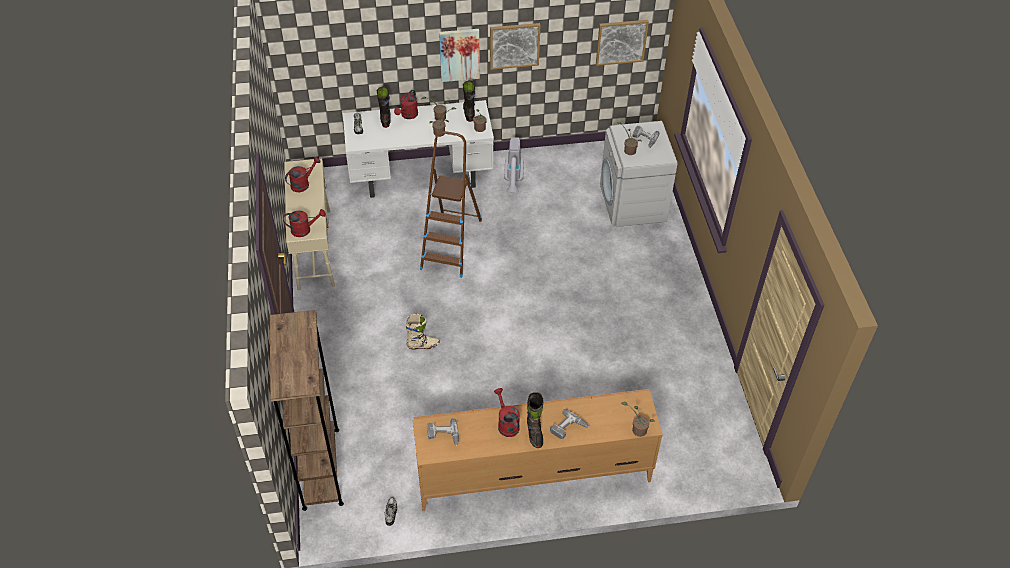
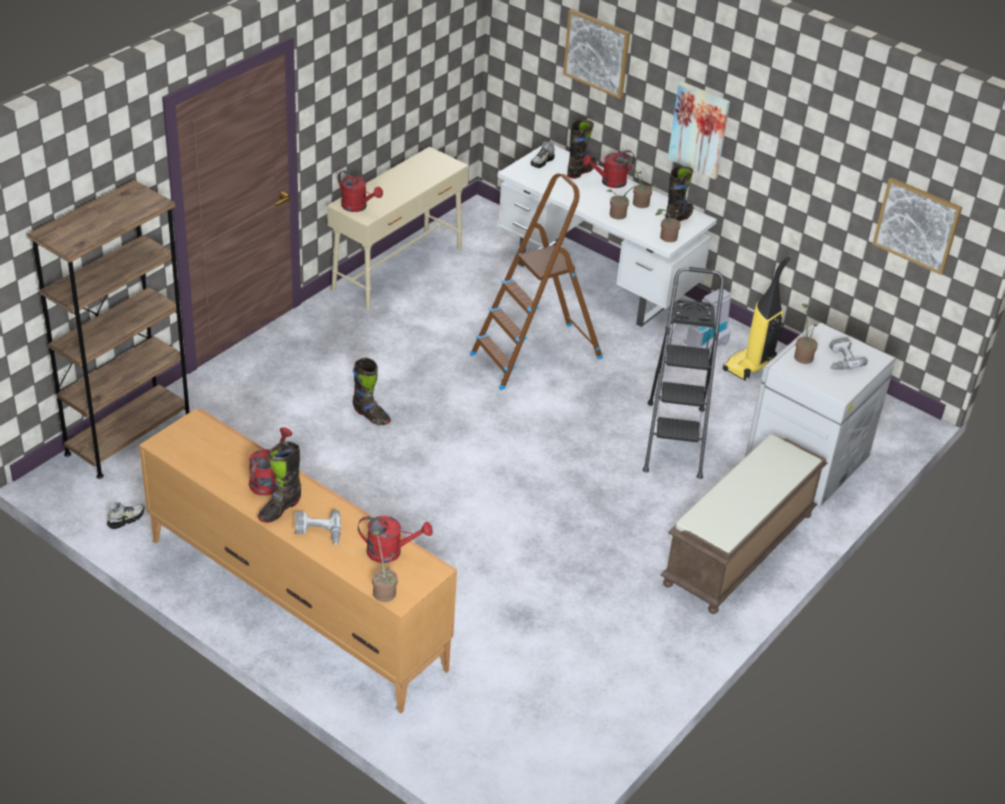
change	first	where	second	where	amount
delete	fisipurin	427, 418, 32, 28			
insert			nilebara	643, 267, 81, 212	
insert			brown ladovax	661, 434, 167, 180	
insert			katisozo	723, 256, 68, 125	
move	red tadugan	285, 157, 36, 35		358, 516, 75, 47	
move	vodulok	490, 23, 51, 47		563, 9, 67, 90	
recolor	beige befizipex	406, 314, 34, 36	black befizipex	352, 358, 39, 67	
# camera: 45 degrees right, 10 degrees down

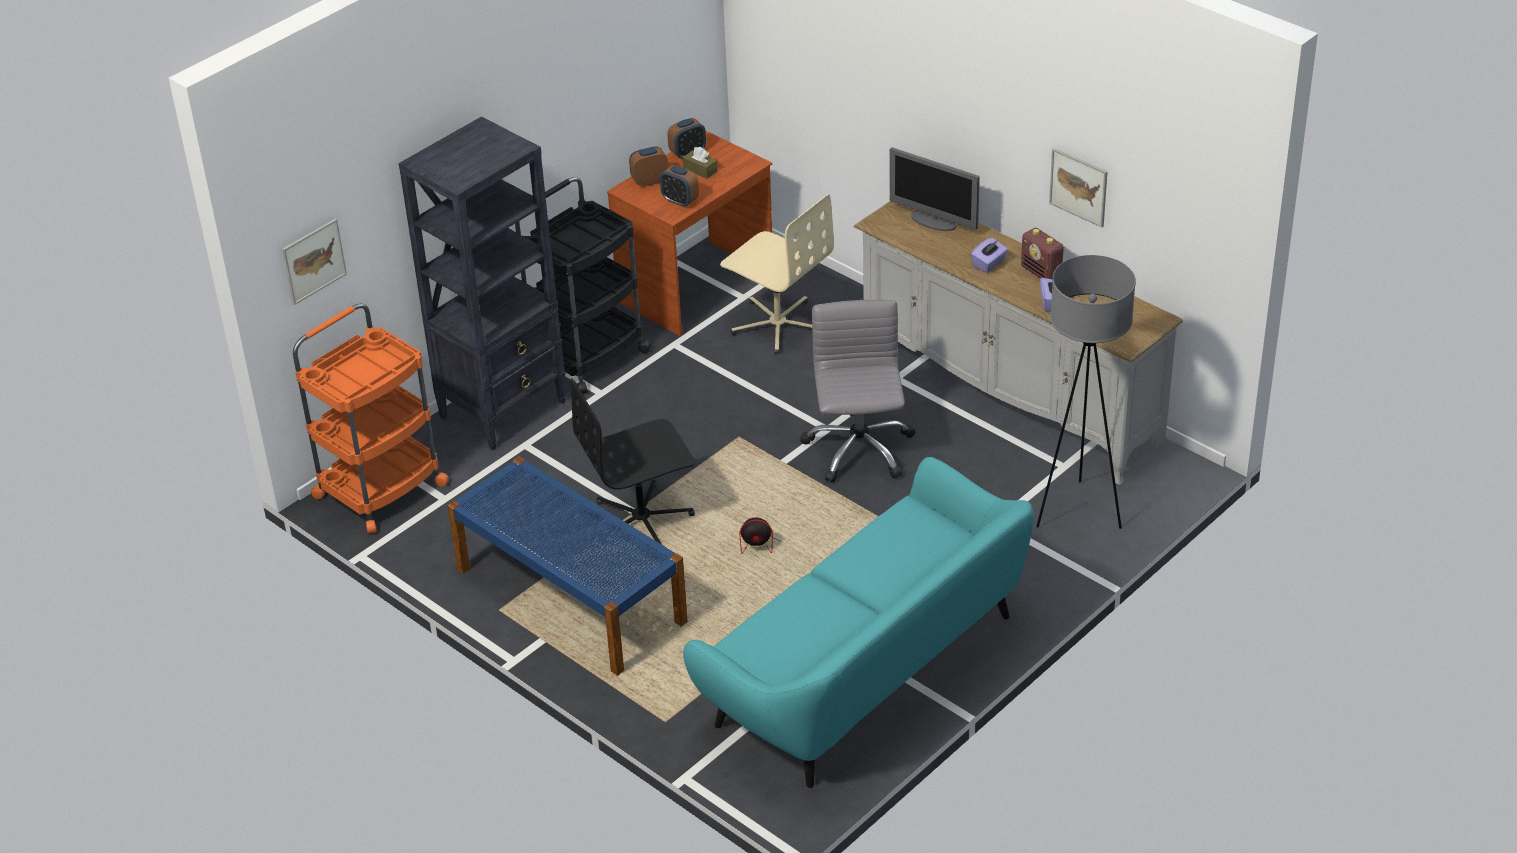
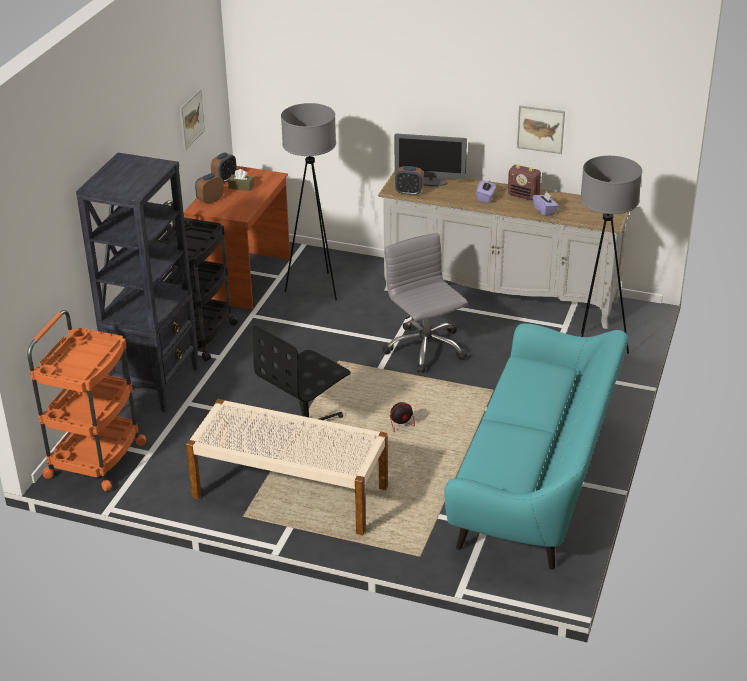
change	first	where	second	where	amount
move	vodulok	282, 219, 65, 86		180, 89, 25, 61	
move	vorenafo	660, 165, 39, 42		395, 166, 29, 30	
replace	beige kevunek	720, 194, 114, 160	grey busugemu	281, 103, 56, 197	
recolor	blue ladovax	448, 456, 240, 220	beige ladovax	186, 399, 202, 136	
# camera: 25 degrees left, 5 degrees down

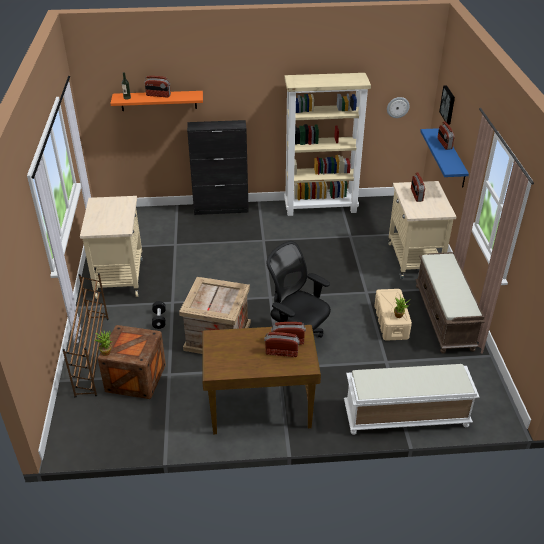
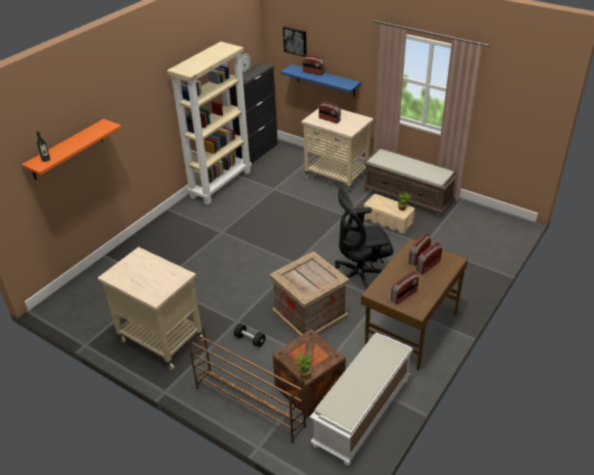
change	first	where	second	where	amount
move	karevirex	144, 76, 27, 22		391, 271, 28, 33	
move	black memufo	187, 120, 62, 95		229, 62, 49, 101	
move	white ladovax	344, 364, 135, 71		310, 333, 103, 133	
# camera: 50 degrees left, 0 degrees up

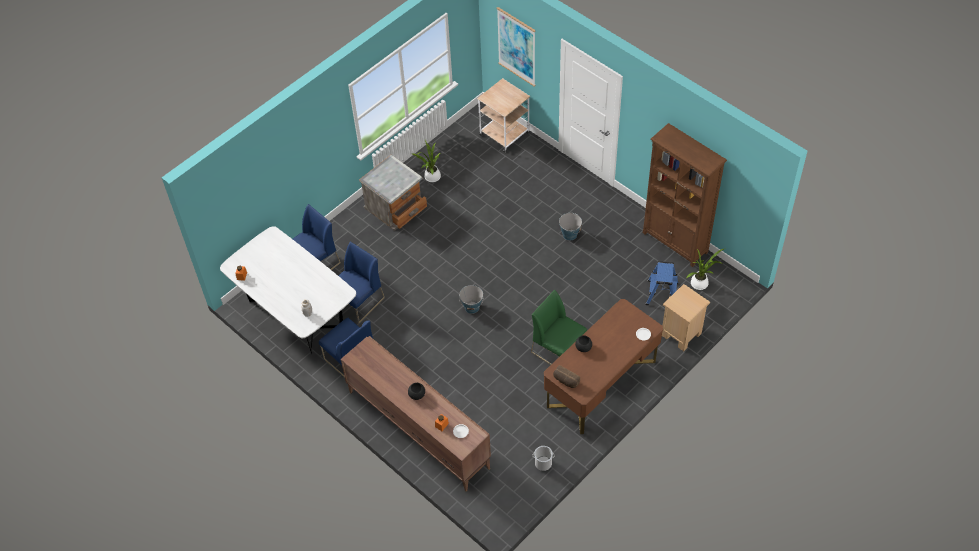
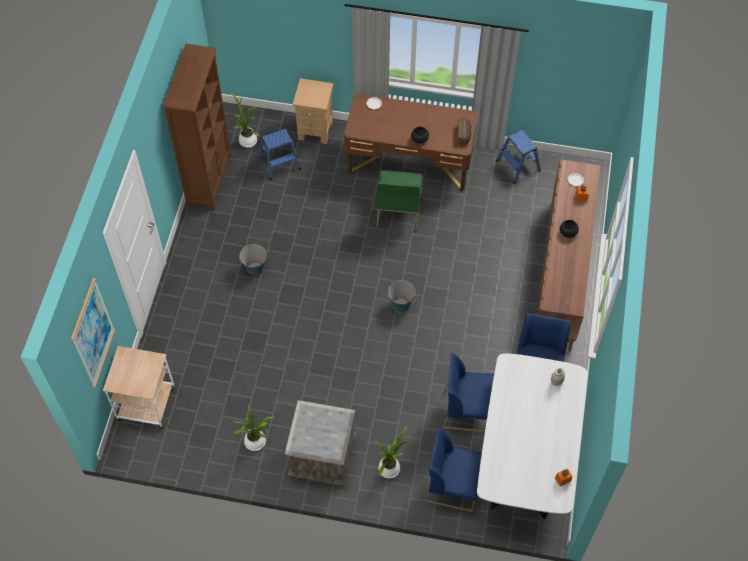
change	first	where	second	where	amount
insert			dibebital	374, 426, 39, 52	
replace	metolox	533, 446, 21, 25	blue nilebara	496, 129, 45, 55	
# camera: 125 degrees left, 5 degrees up

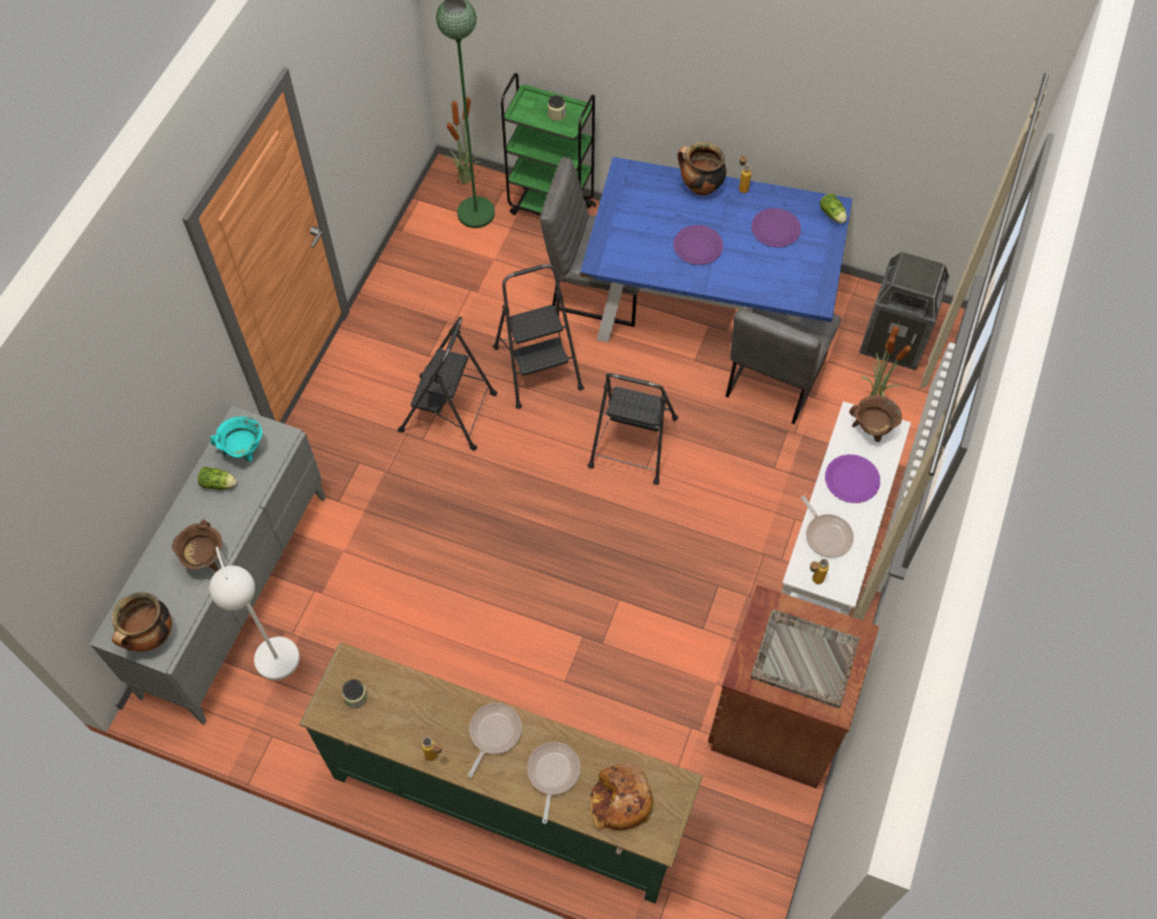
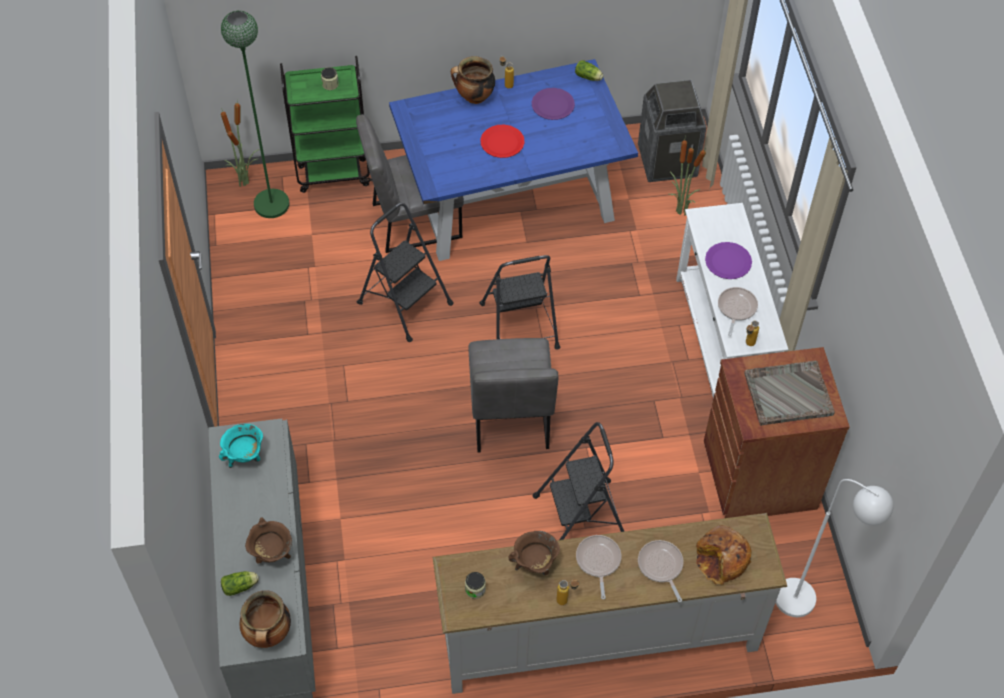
change	first	where	second	where	amount
move	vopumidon	198, 467, 39, 23		221, 571, 38, 25	
move	white busugemu	209, 547, 91, 133		776, 479, 118, 138	
move	black nilebara	398, 317, 99, 134		533, 422, 92, 118	
move	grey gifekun	725, 308, 116, 116		468, 338, 90, 115	
move	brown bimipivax	849, 395, 53, 47		508, 531, 52, 45	
recolor	green memufo	299, 642, 404, 262	grey memufo	432, 513, 355, 181	
recolor	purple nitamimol	673, 225, 50, 40	red nitamimol	480, 125, 45, 33	
rotate	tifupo	801, 496, 53, 62		718, 287, 40, 49	105 degrees counterclockwise
# camera: 30 degrees left, 5 degrees down

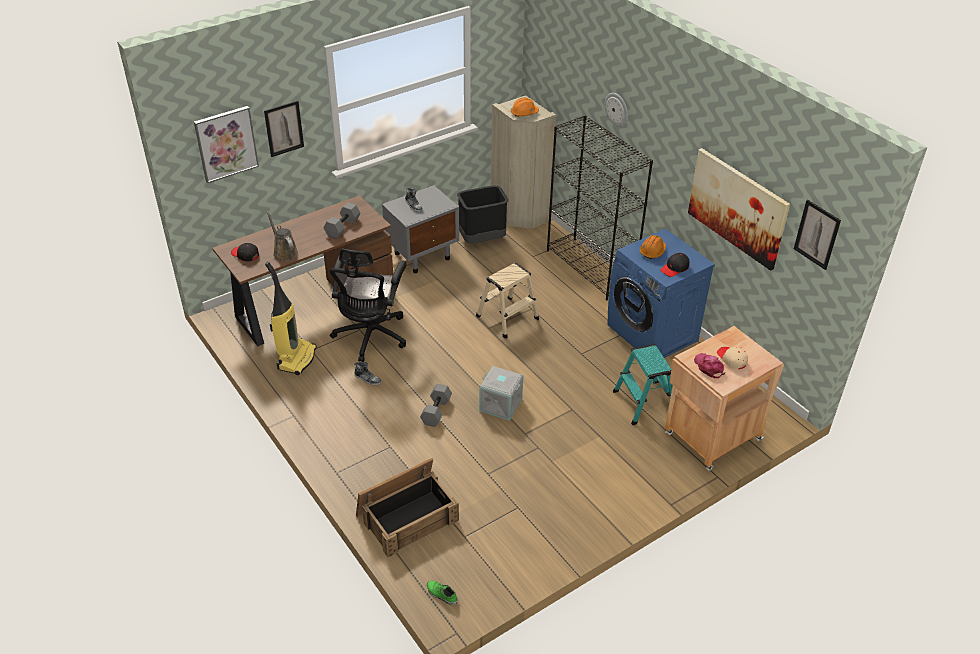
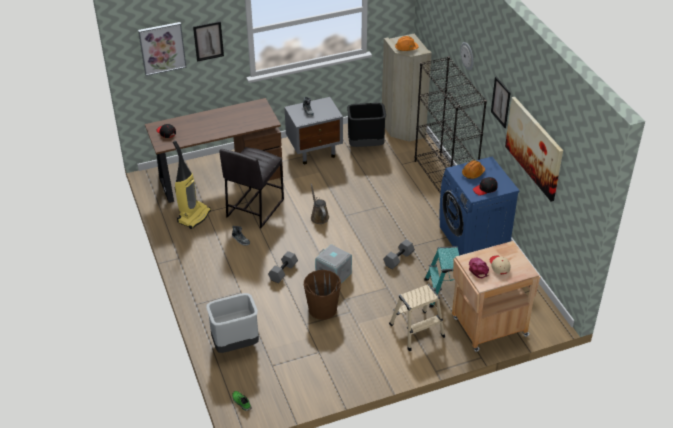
change	first	where	second	where	amount
insert			brown metolox	304, 270, 37, 50	
move	brown tadugan	266, 210, 32, 51		311, 184, 18, 40	
move	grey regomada	323, 202, 37, 37		383, 240, 32, 29	
move	beige nilebara	476, 262, 63, 77		389, 284, 56, 67	
move	vodulok	794, 200, 47, 70		491, 77, 20, 51	
replace	kevunek	330, 248, 76, 114	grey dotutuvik	219, 147, 65, 81	
replace	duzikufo	356, 458, 103, 99	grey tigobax	206, 293, 53, 60	
# camera: 15 degrees right, 0 degrees up

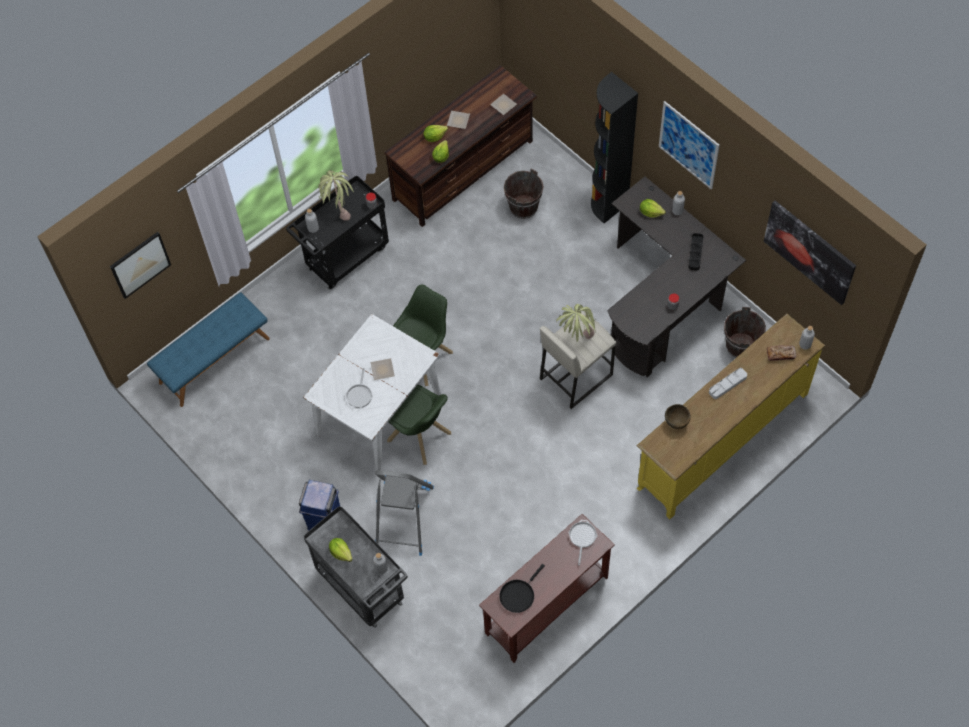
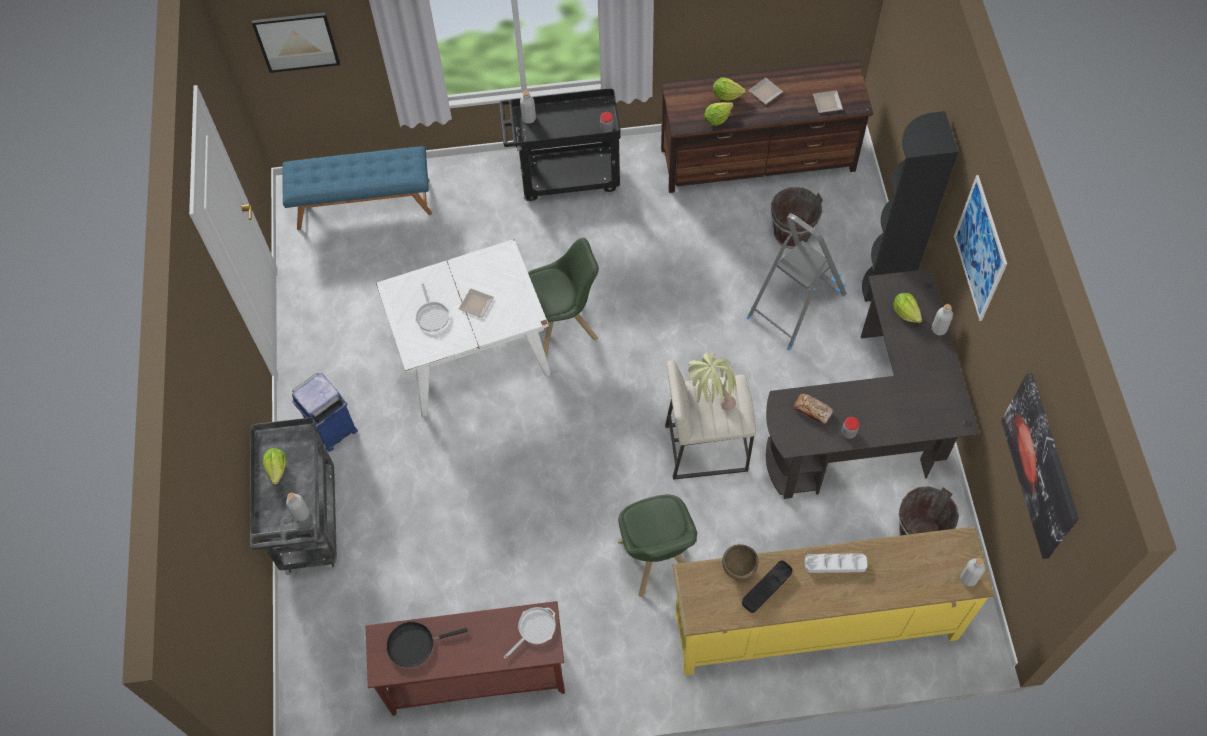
change	first	where	second	where	amount
delete	dibebital	318, 170, 36, 51			
move	grey nilebara	375, 470, 59, 86		747, 213, 100, 138	
move	green gifekun	387, 385, 64, 80		618, 494, 79, 104	
move	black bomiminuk	689, 233, 15, 37		742, 561, 51, 52	
move	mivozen	767, 345, 29, 16		793, 394, 40, 30	
rotate	tifupo	345, 368, 28, 41		415, 284, 35, 49	60 degrees counterclockwise
# camera: 35 degrees right, 0 degrees up

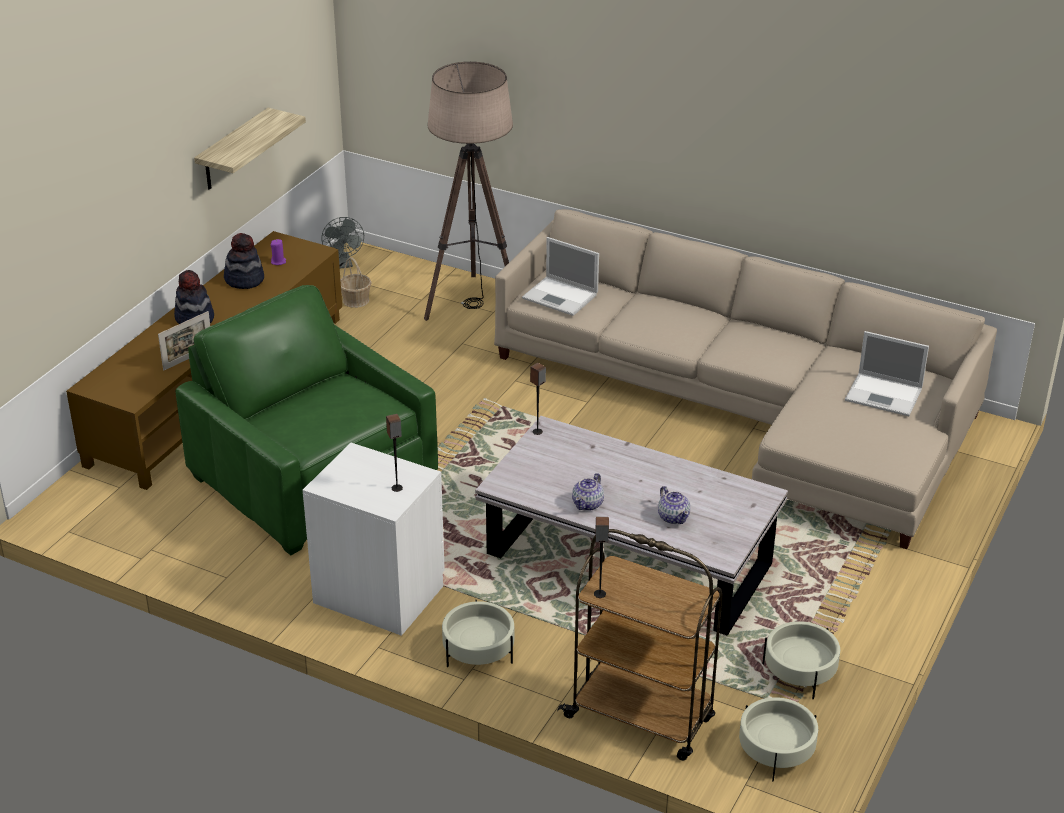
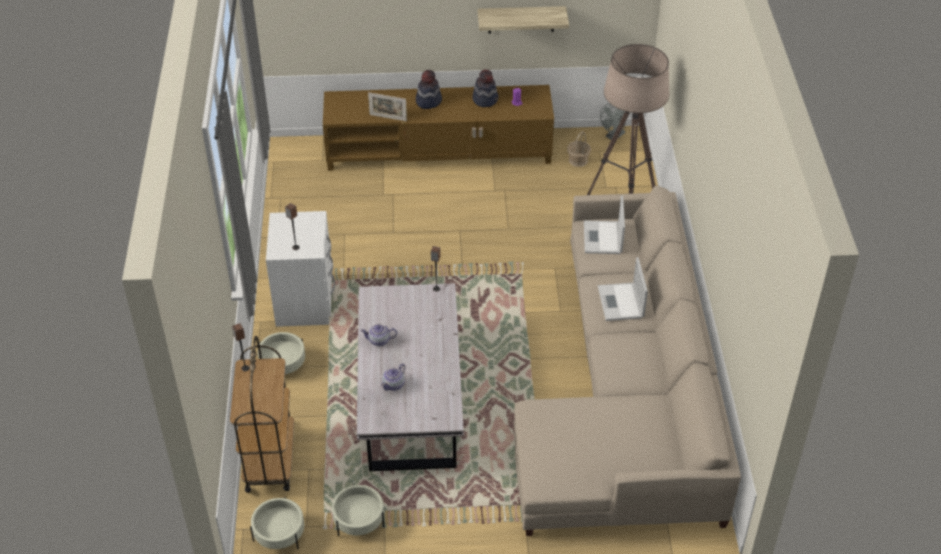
change	first	where	second	where	amount
delete	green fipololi	175, 285, 263, 270			
move	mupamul	845, 331, 84, 85		598, 257, 50, 64	
# camera: 60 degrees right, 10 degrees up

